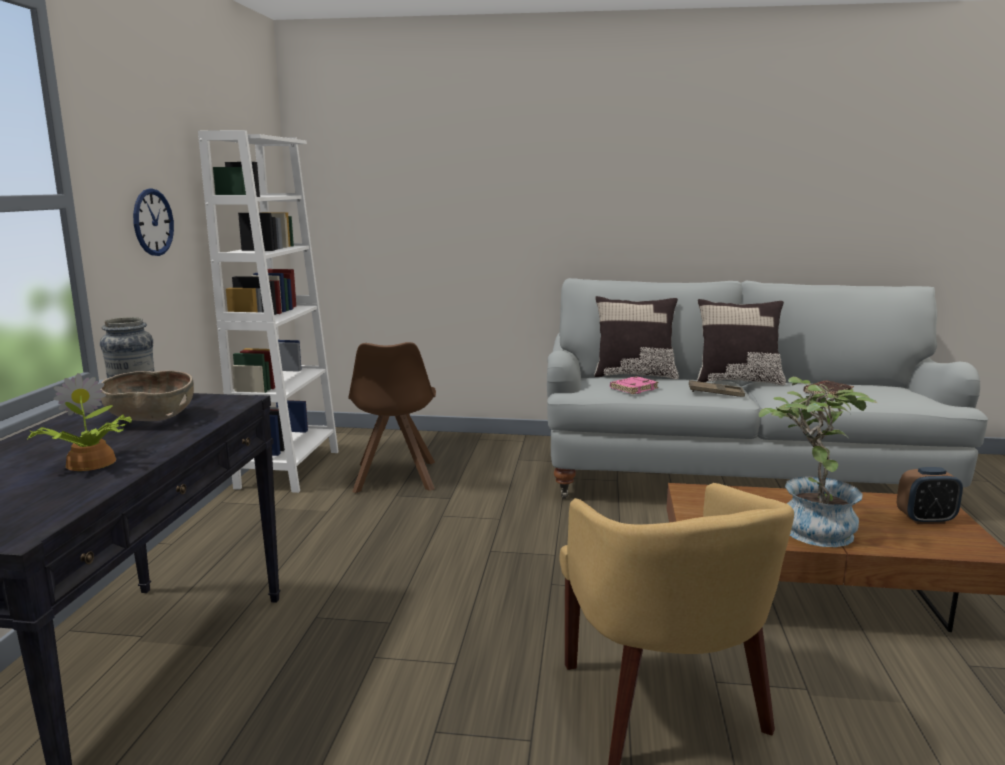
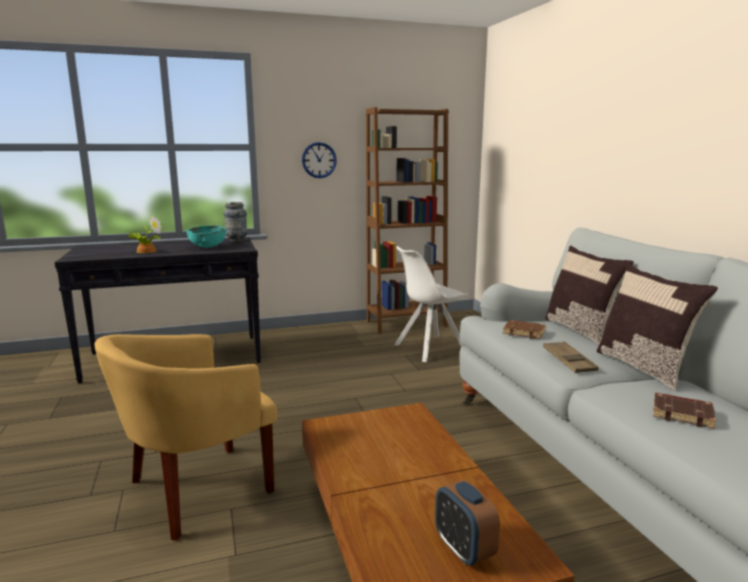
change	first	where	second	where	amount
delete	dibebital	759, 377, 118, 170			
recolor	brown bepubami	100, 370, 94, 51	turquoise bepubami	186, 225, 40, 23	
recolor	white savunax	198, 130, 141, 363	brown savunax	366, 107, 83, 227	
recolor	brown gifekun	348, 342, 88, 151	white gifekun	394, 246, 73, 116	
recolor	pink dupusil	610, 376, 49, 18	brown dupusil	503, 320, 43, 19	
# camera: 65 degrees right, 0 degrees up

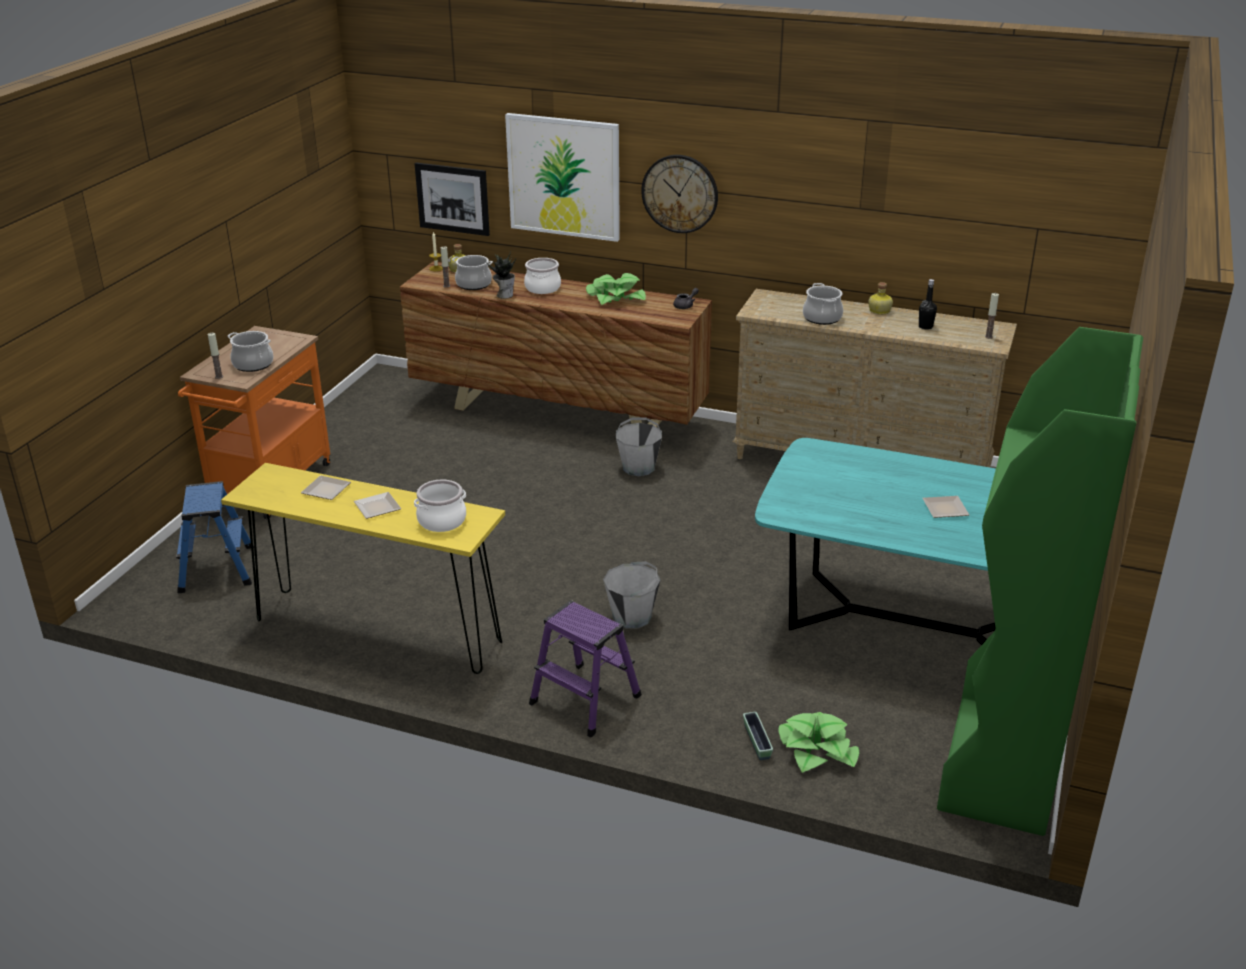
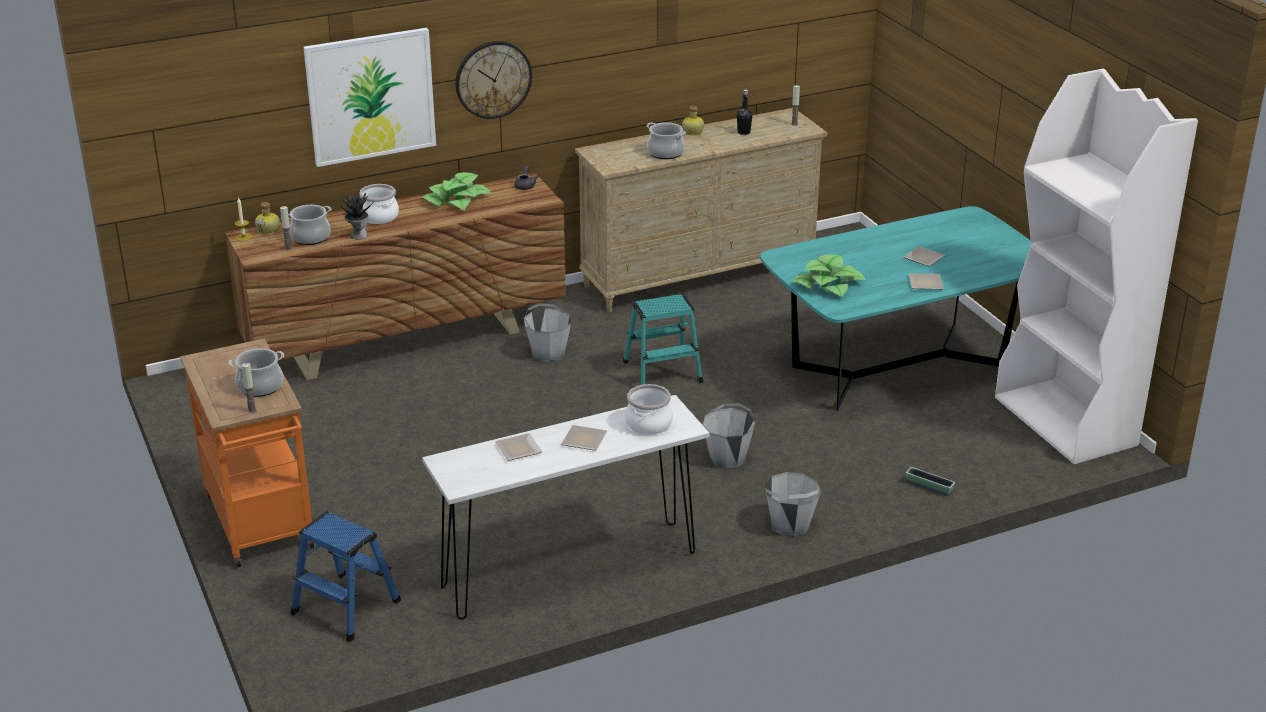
change	first	where	second	where	amount
delete	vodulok	414, 163, 76, 73			
insert			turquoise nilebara	623, 293, 80, 92	
insert			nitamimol	908, 273, 36, 16	
move	dibebital	779, 712, 80, 61		791, 254, 75, 43	
replace	purple nilebara	529, 600, 113, 138	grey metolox	764, 472, 57, 65	
recolor	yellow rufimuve	221, 463, 284, 211	white rufimuve	422, 395, 288, 225	
recolor	green savunax	937, 327, 206, 509	white savunax	995, 68, 203, 396	
# camera: 45 degrees left, 0 degrees up

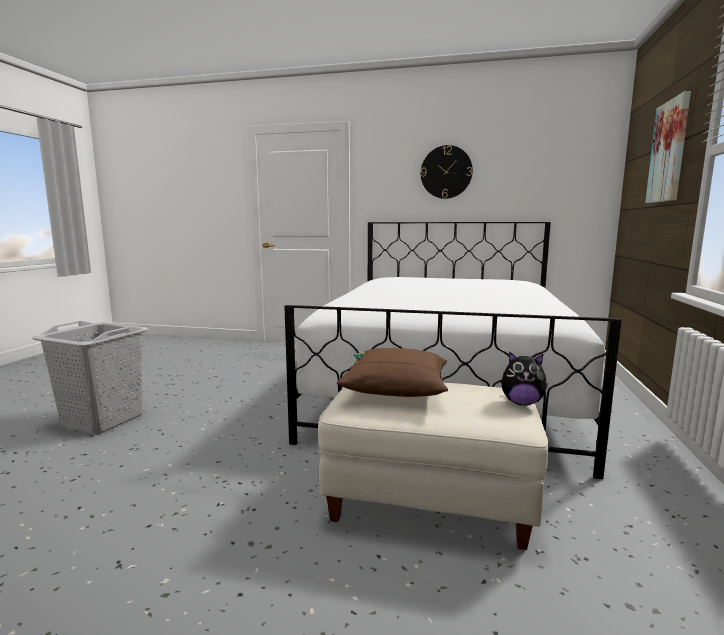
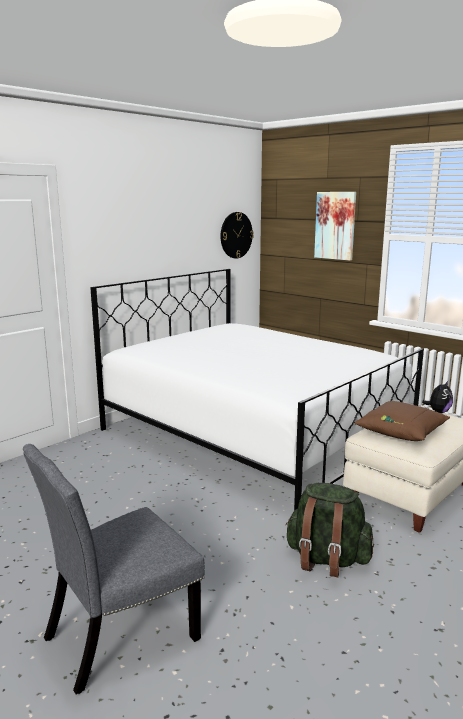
change	first	where	second	where	amount
insert			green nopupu	285, 483, 89, 94	
move	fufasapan	421, 145, 52, 54		220, 212, 34, 46	
replace	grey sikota	32, 321, 116, 113	grey gifekun	23, 444, 182, 250	
# camera: 60 degrees left, 5 degrees up

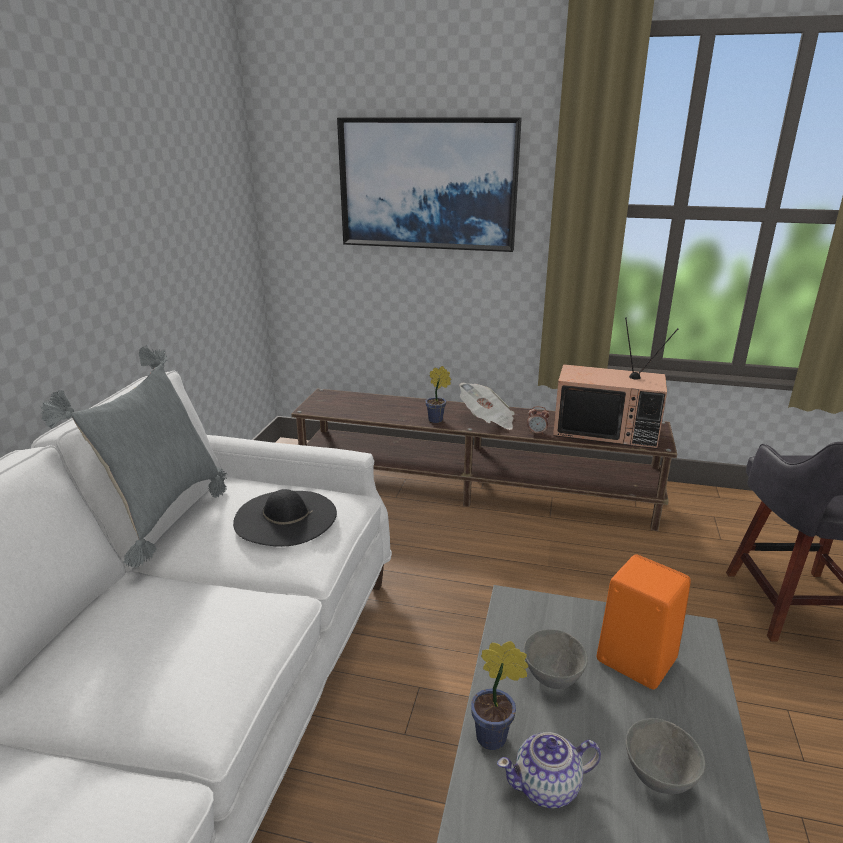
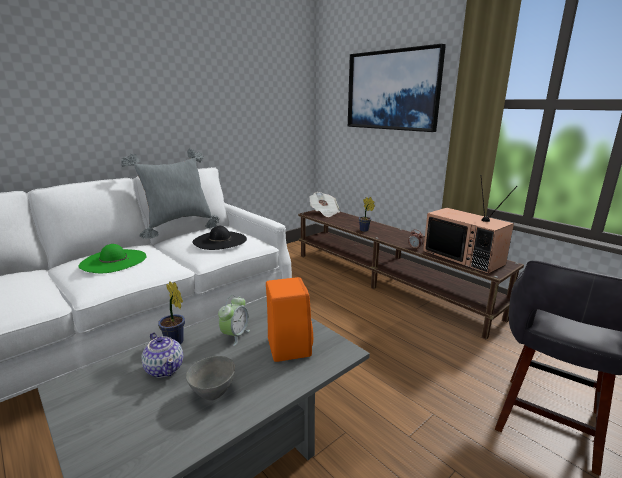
change	first	where	second	where	amount
insert			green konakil	79, 244, 67, 29	
move	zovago	460, 383, 55, 47		309, 192, 31, 25	
replace	grey bepubami	524, 629, 64, 60	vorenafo	218, 295, 32, 51	
rotate	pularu	497, 732, 104, 76		141, 333, 42, 45	150 degrees counterclockwise
# camera: 35 degrees right, 5 degrees down

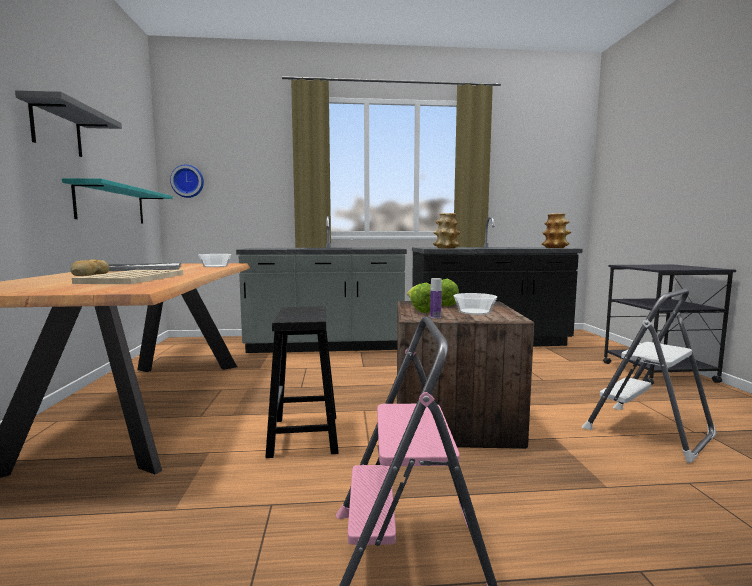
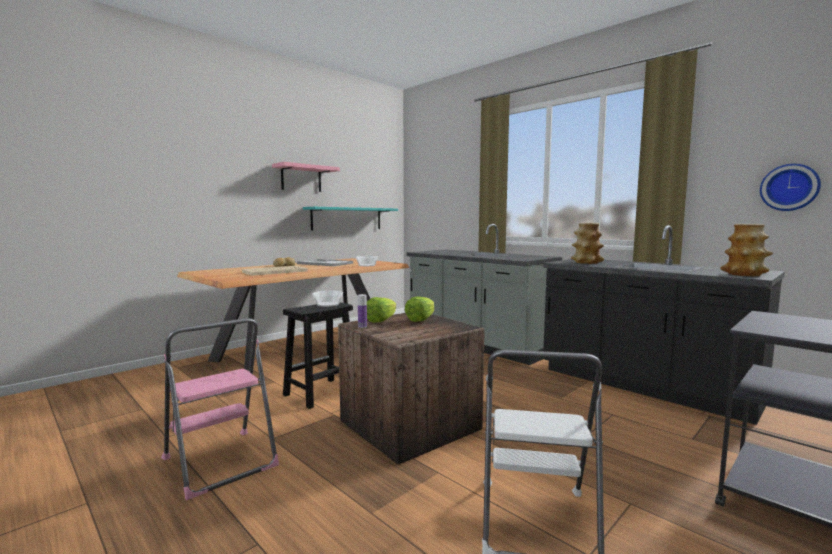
change	first	where	second	where	amount
move	fufasapan	170, 164, 34, 34		760, 164, 61, 47	
move	bepubami	454, 293, 43, 22		312, 290, 31, 17	
recolor	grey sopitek	15, 90, 107, 67	pink sopitek	272, 162, 68, 30	
# camera: 50 degrees right, 0 degrees up

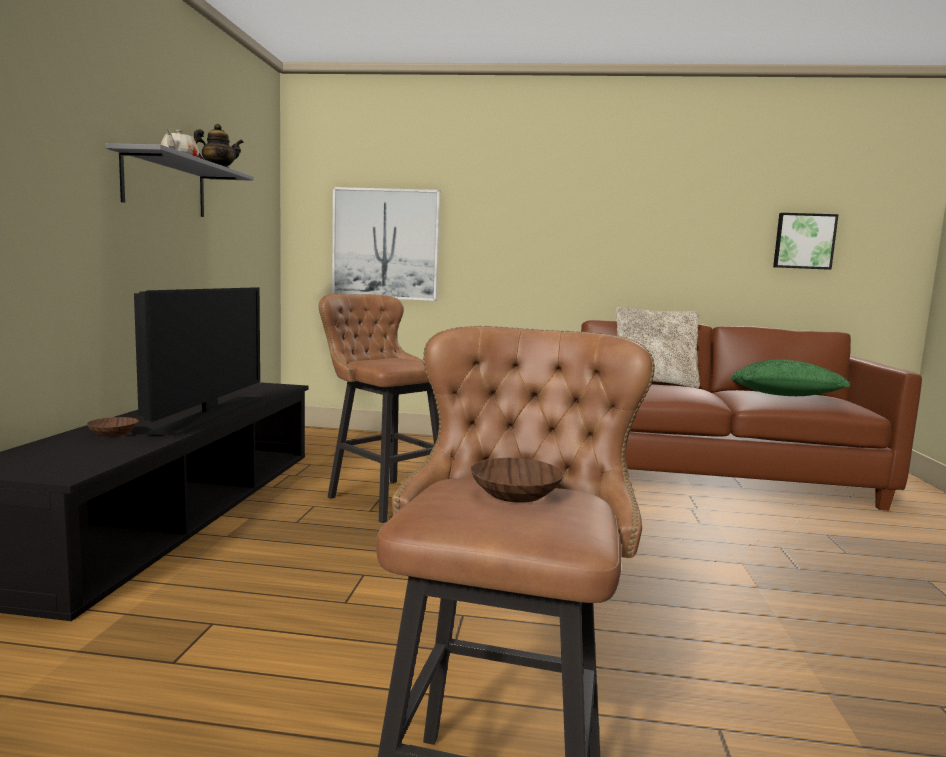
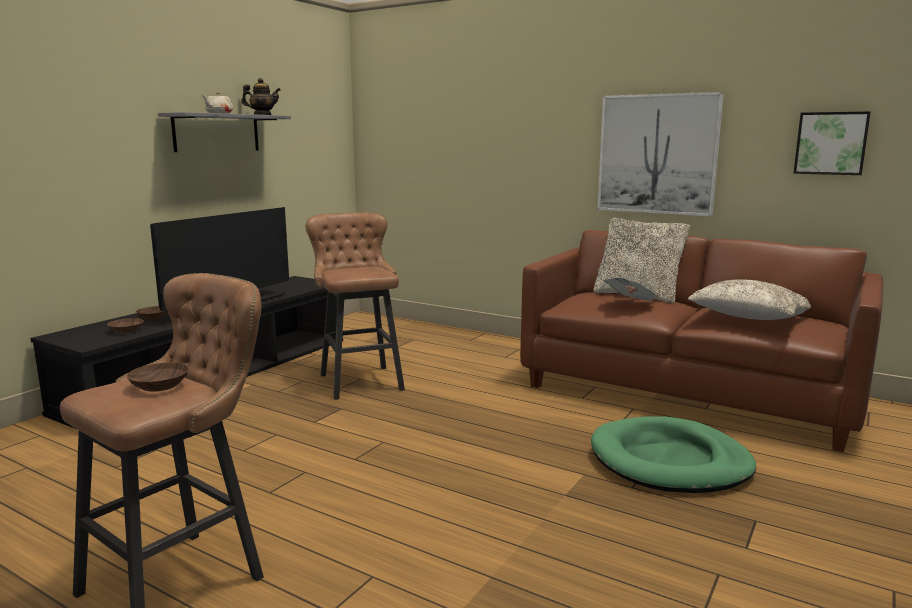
change	first	where	second	where	amount
insert			brown bepubami	107, 318, 37, 15	
insert			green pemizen	591, 416, 165, 77	
insert			zovago	604, 278, 52, 23	
move	vodulok	332, 187, 108, 114		597, 92, 127, 125	
recolor	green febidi	730, 360, 120, 36	beige febidi	688, 279, 123, 41	
# camera: 25 degrees right, 5 degrees up

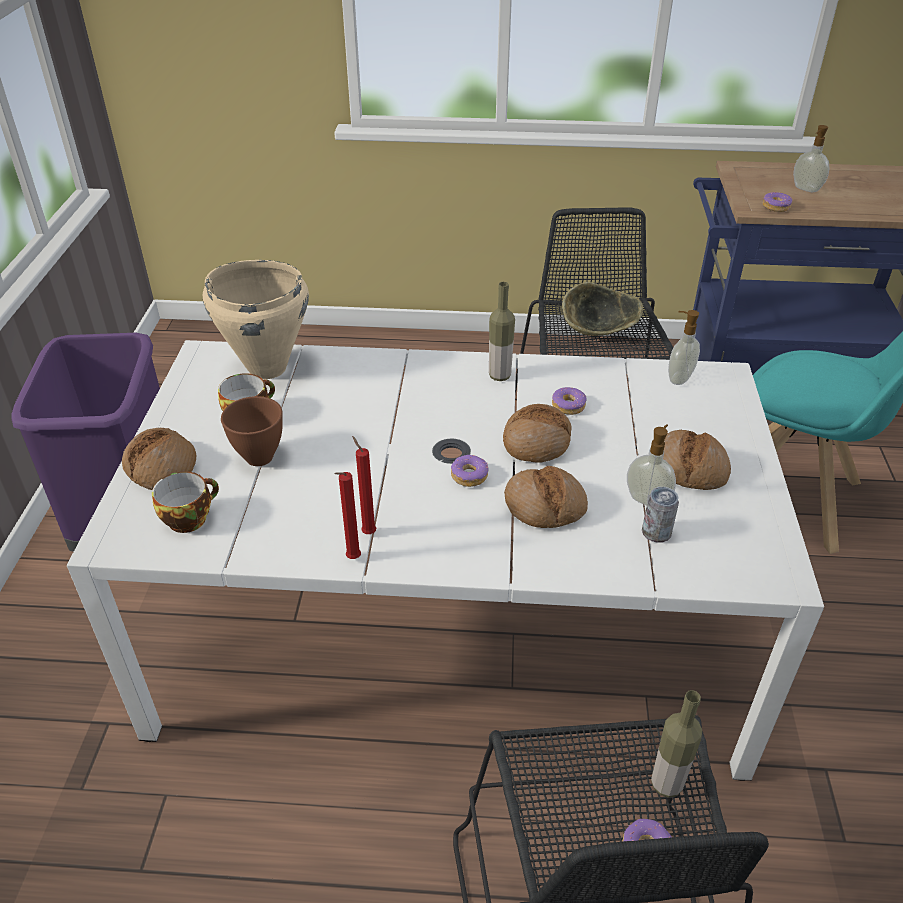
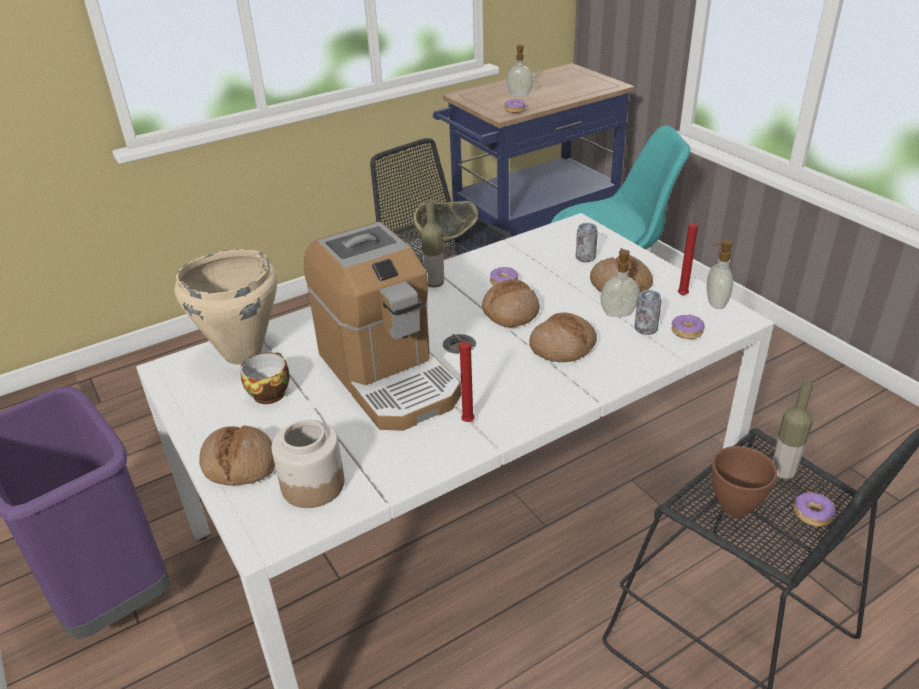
change	first	where	second	where	amount
insert			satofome	304, 222, 157, 209	
insert			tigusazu	576, 223, 22, 39	
move	brown bepubami	221, 396, 62, 70		712, 446, 65, 72	
move	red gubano	334, 472, 27, 87		678, 220, 20, 76	
move	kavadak	451, 455, 38, 32		671, 314, 34, 25	
move	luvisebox	668, 310, 32, 75		706, 239, 27, 70	
replace	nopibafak	152, 471, 67, 62	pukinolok	272, 420, 73, 88	
# camera: 35 degrees left, 5 degrees down

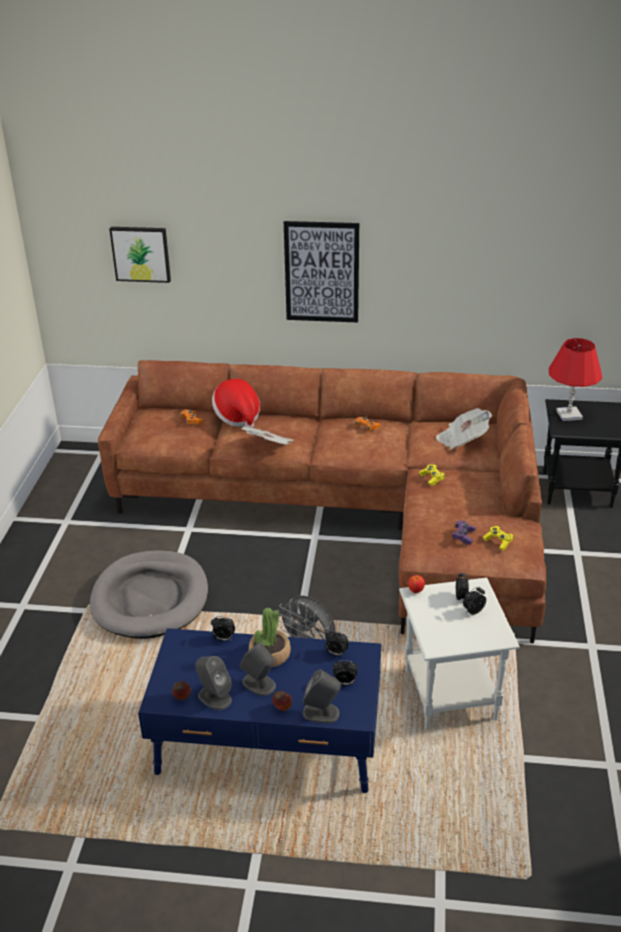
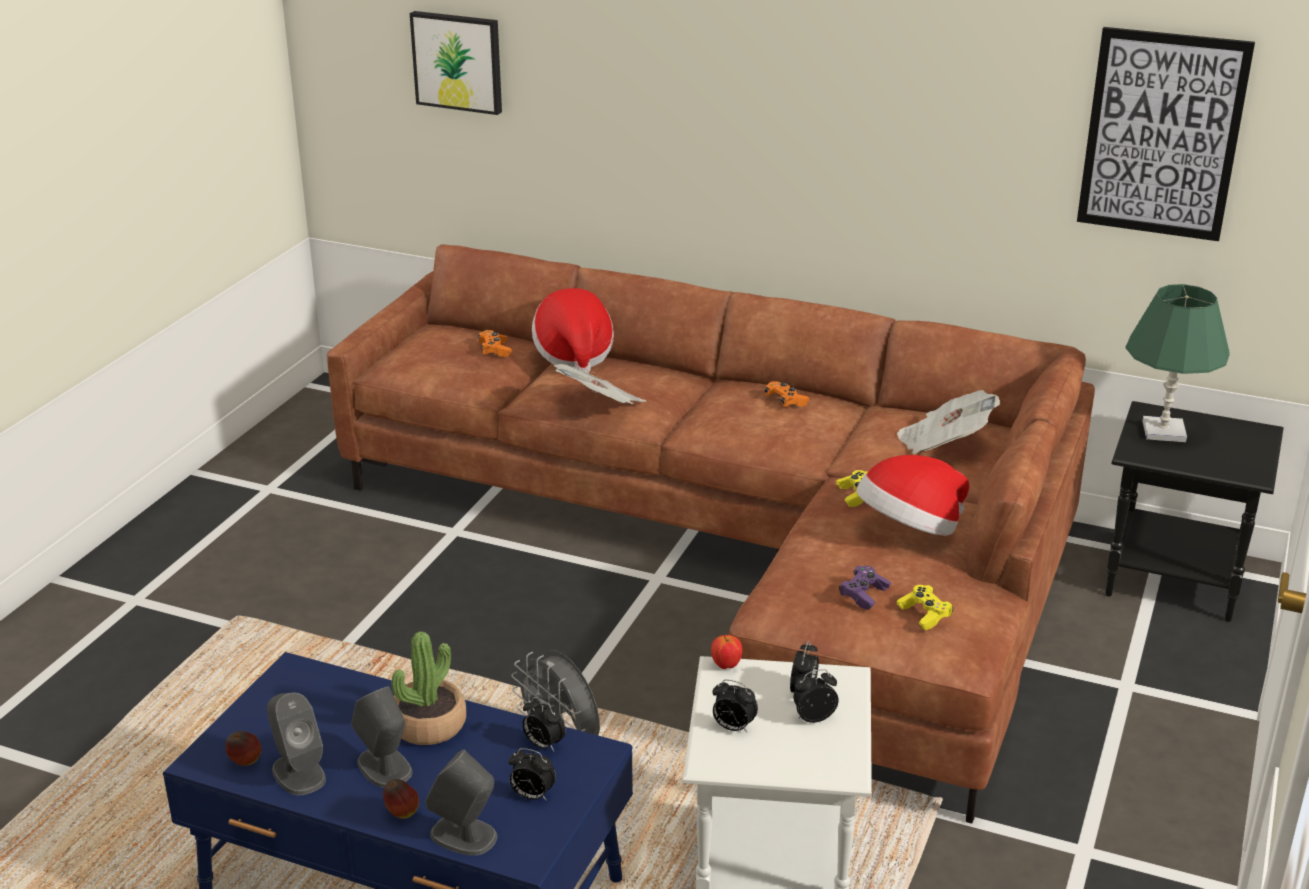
change	first	where	second	where	amount
delete	grey pemizen	90, 551, 118, 88			
insert			konakil	856, 455, 113, 81	
move	vorenafo	211, 616, 24, 25		713, 679, 45, 53	
move	vodulok	284, 221, 75, 102		1077, 27, 178, 214	
recolor	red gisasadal	549, 338, 53, 83	green gisasadal	1125, 284, 105, 158	
# camera: 15 degrees right, 5 degrees down

